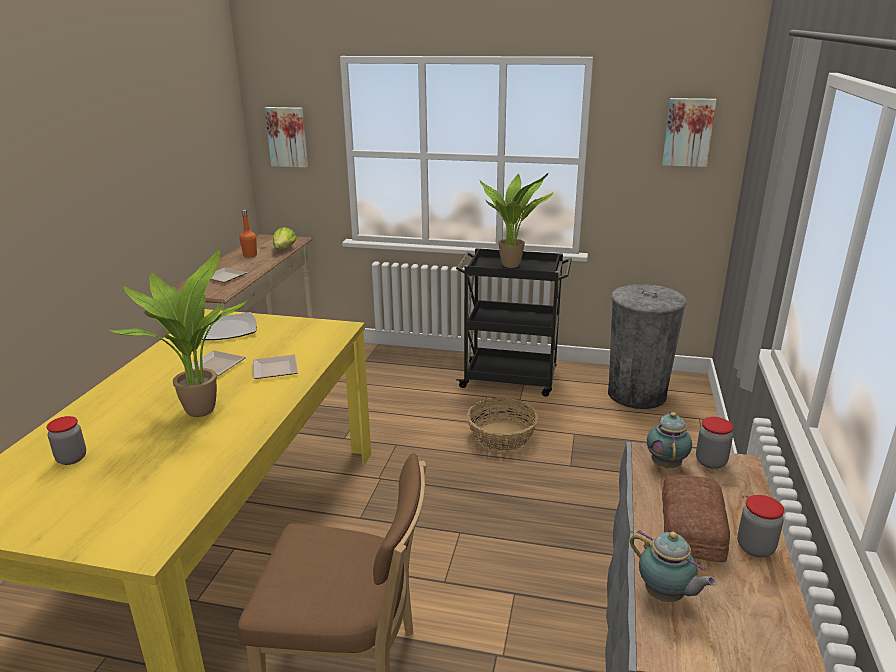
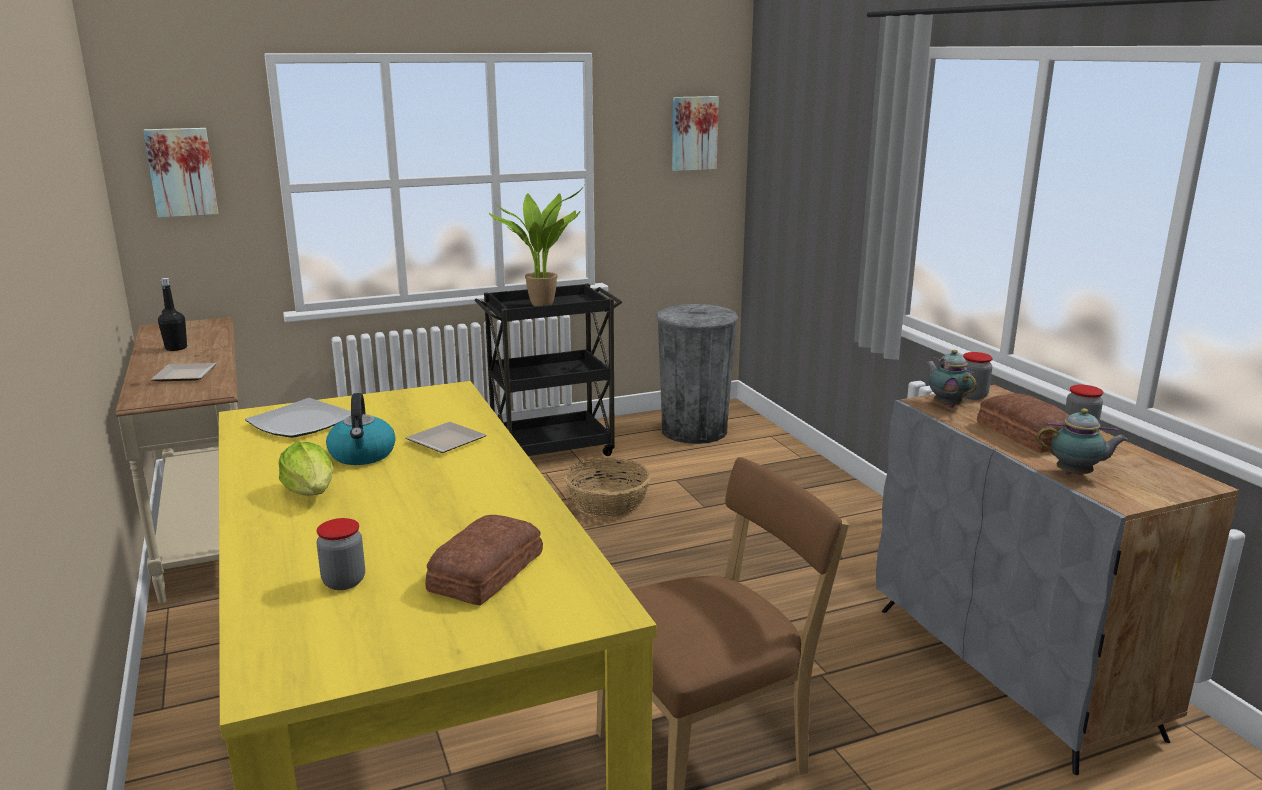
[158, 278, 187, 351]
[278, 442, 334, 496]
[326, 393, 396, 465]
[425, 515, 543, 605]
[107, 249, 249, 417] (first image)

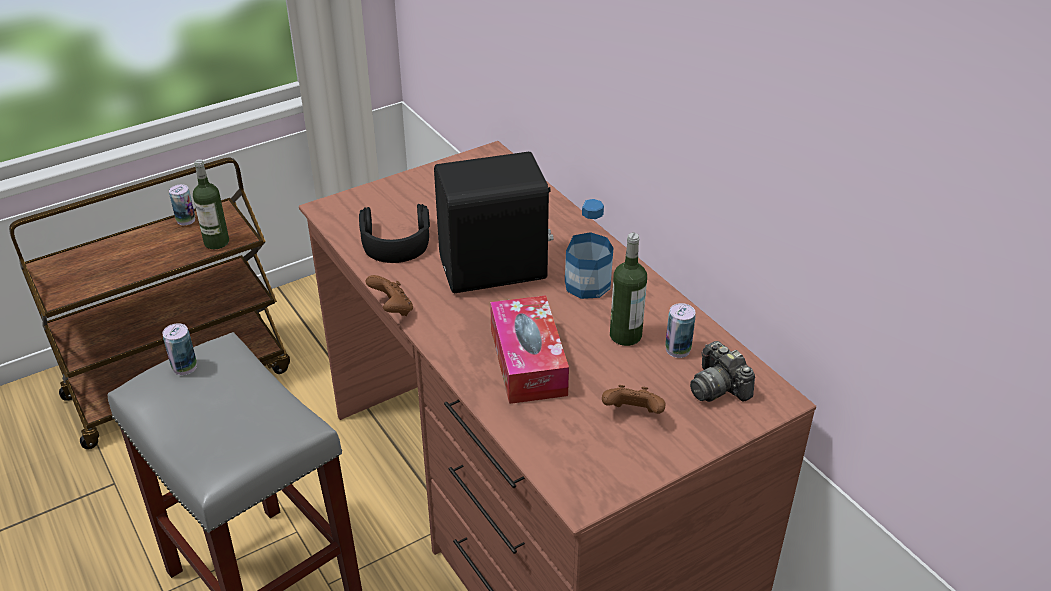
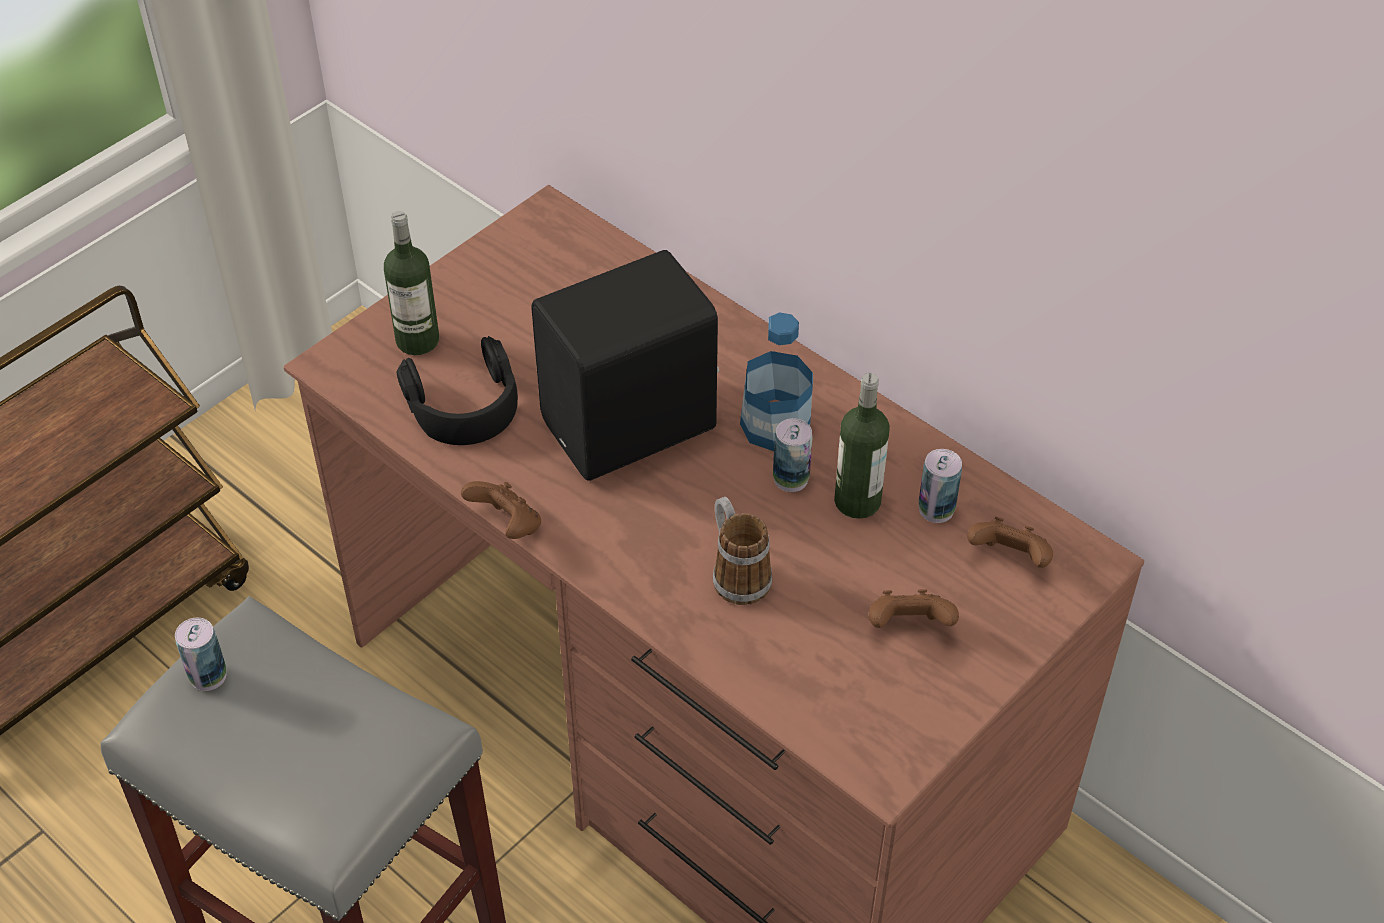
[384, 211, 439, 355]
[713, 497, 773, 605]
[773, 418, 813, 492]
[967, 517, 1053, 568]

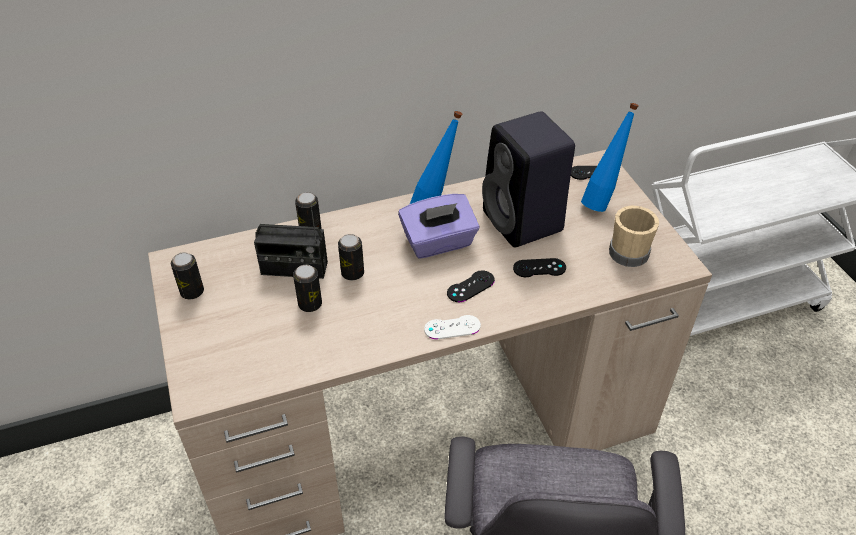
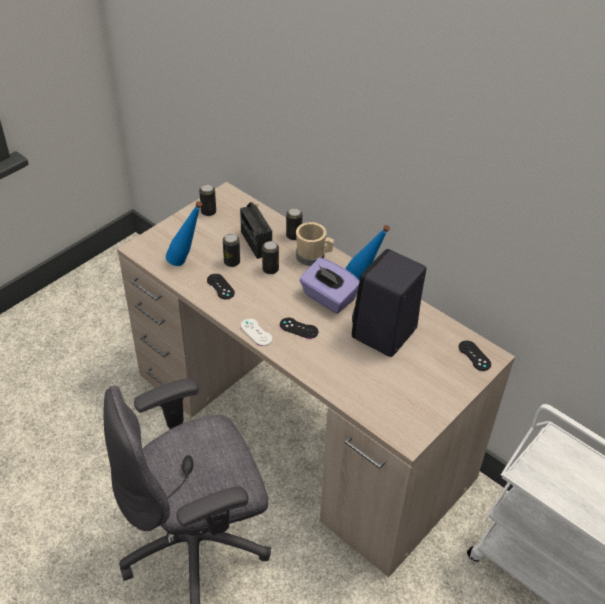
[166, 201, 202, 266]
[207, 274, 235, 299]
[296, 222, 334, 266]

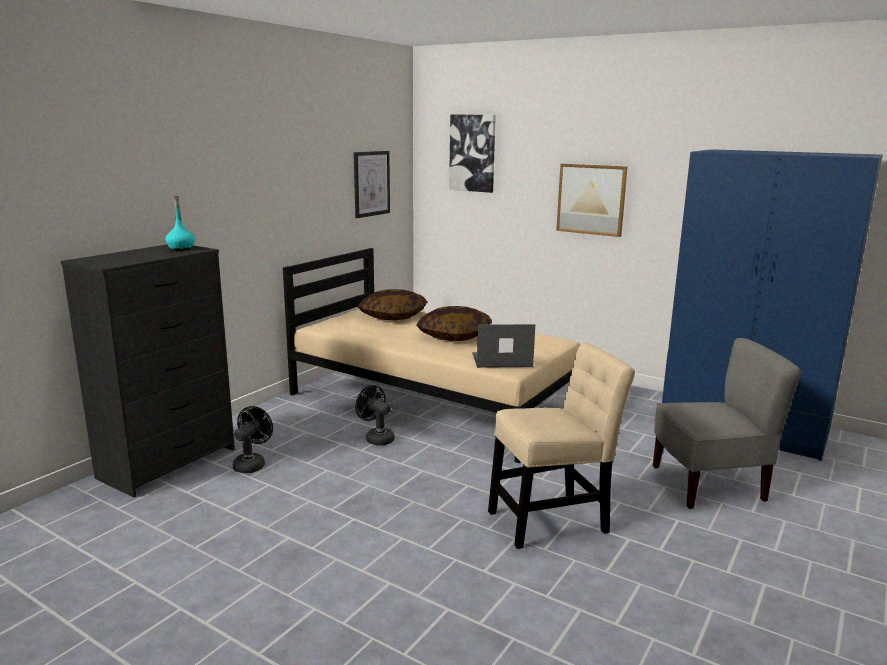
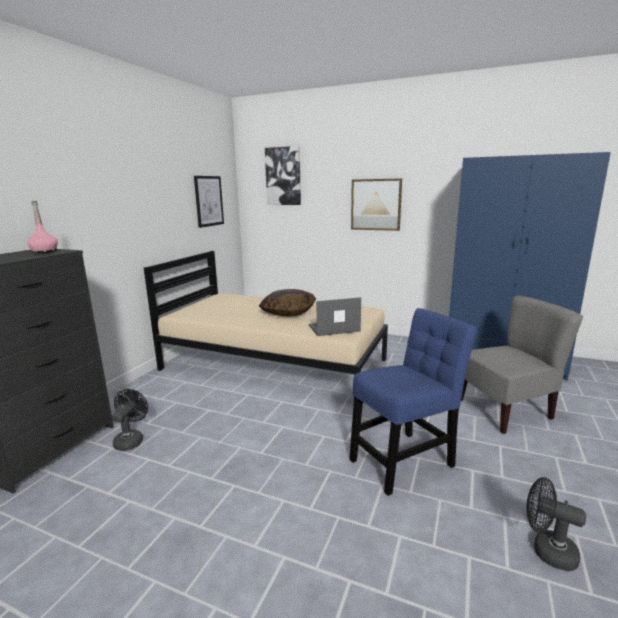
[27, 201, 58, 253]
[349, 308, 477, 496]
[526, 477, 586, 571]
[358, 289, 427, 320] (first image)

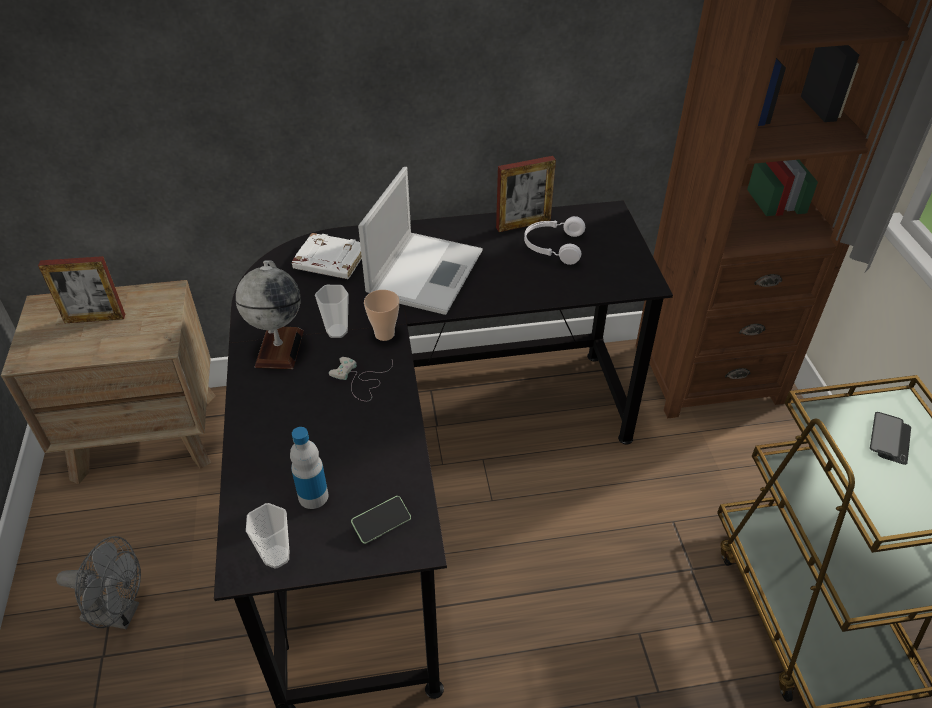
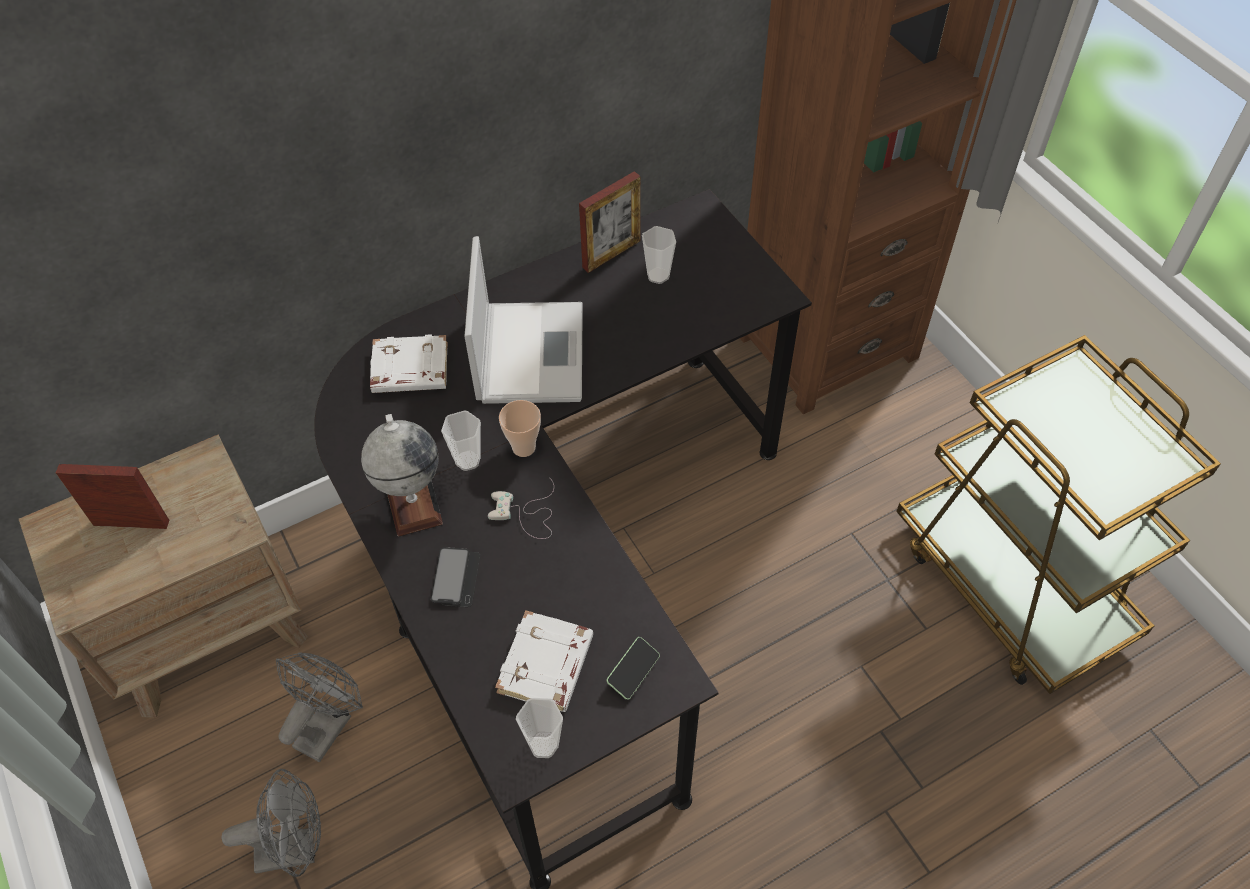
[56, 464, 169, 529]
[276, 652, 363, 762]
[430, 547, 480, 607]
[495, 610, 593, 712]
[642, 226, 676, 284]

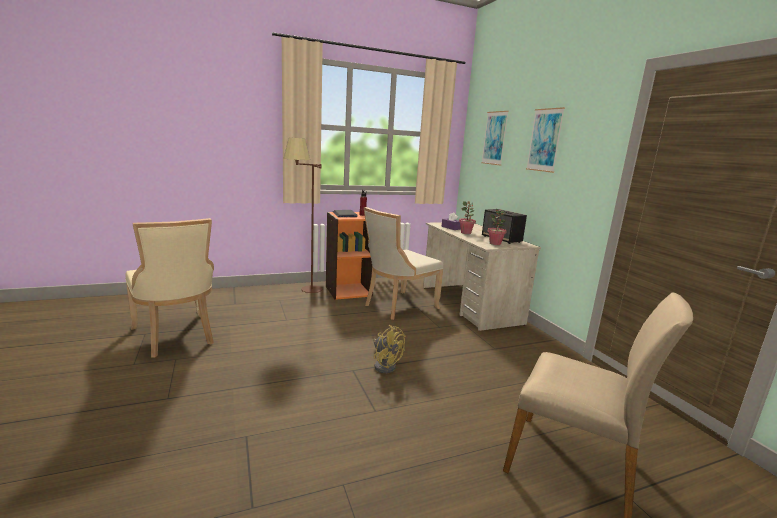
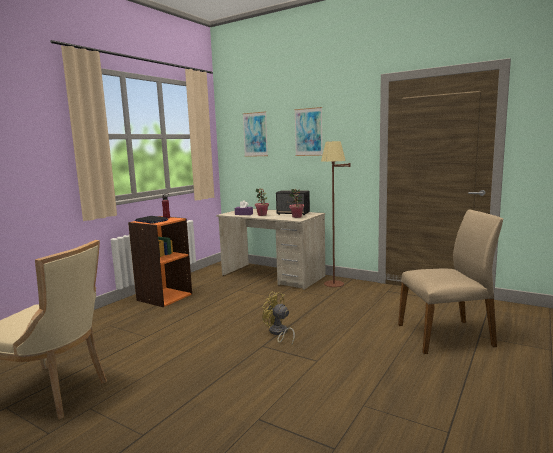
[262, 292, 295, 345]
[321, 141, 350, 287]
[364, 207, 443, 320] (first image)

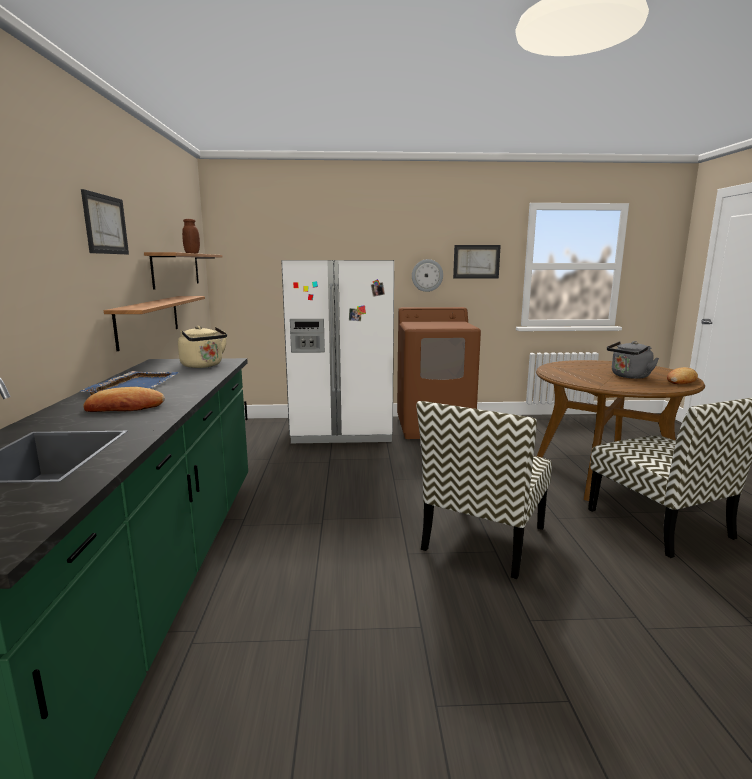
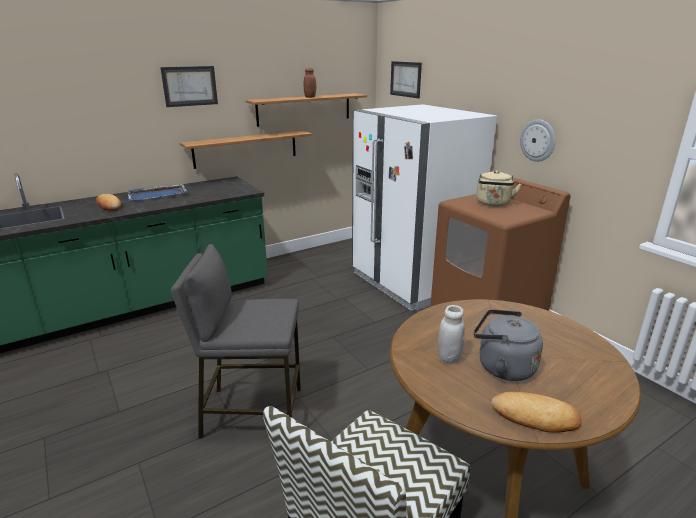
[171, 244, 301, 439]
[390, 61, 422, 98]
[438, 305, 465, 364]
[476, 170, 522, 207]

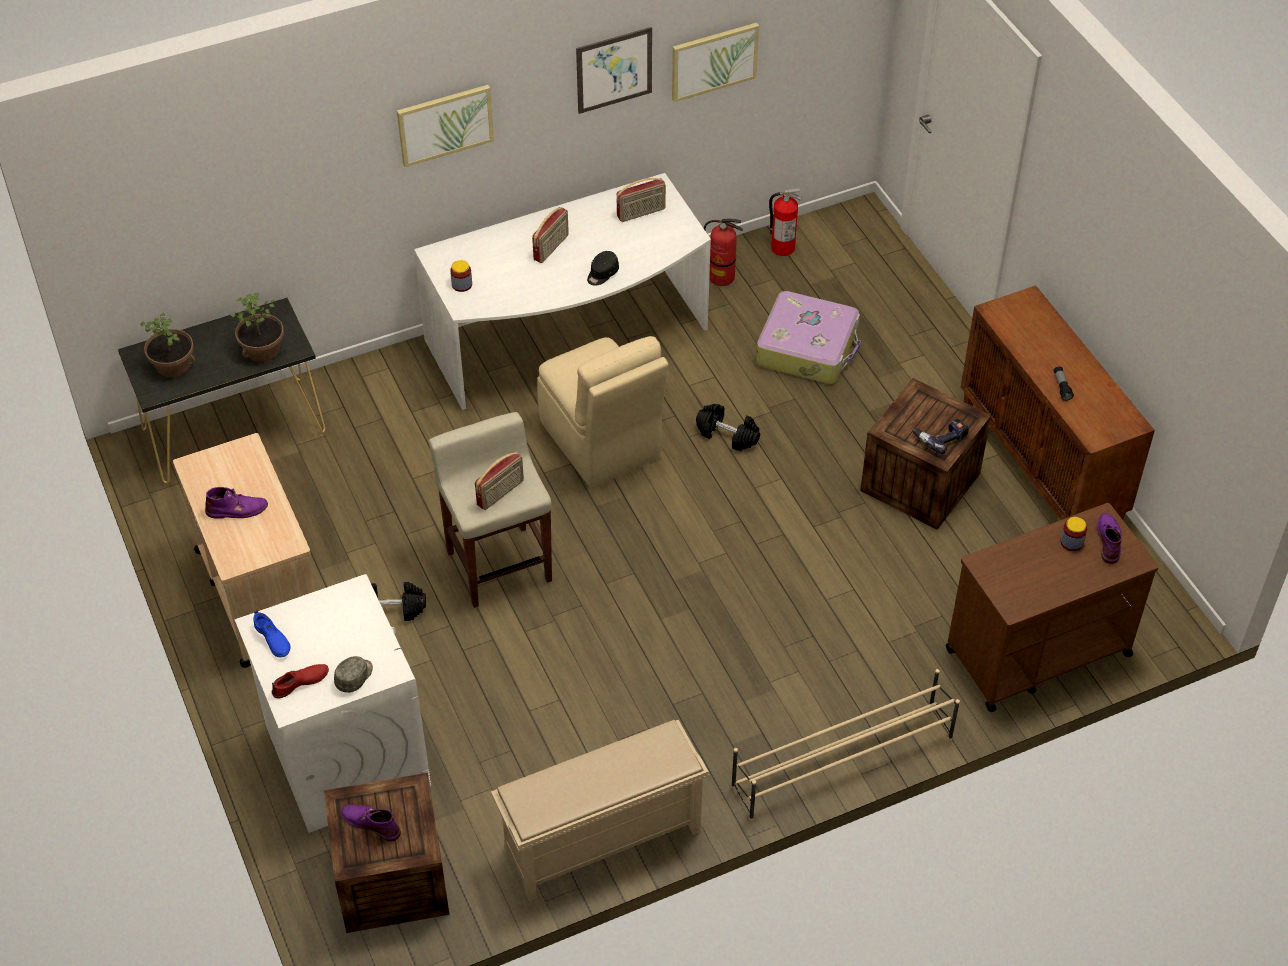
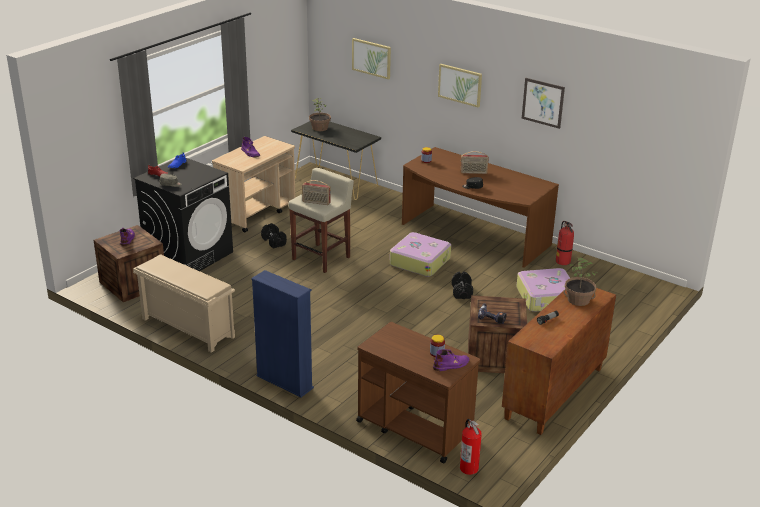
[133, 157, 233, 271]
[251, 270, 314, 397]
[352, 38, 391, 80]
[390, 232, 451, 277]
[402, 147, 559, 268]
[460, 419, 482, 475]
[564, 258, 597, 306]
[616, 178, 666, 222] (first image)

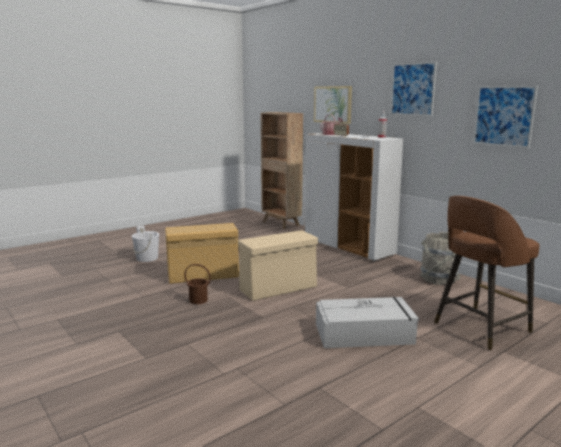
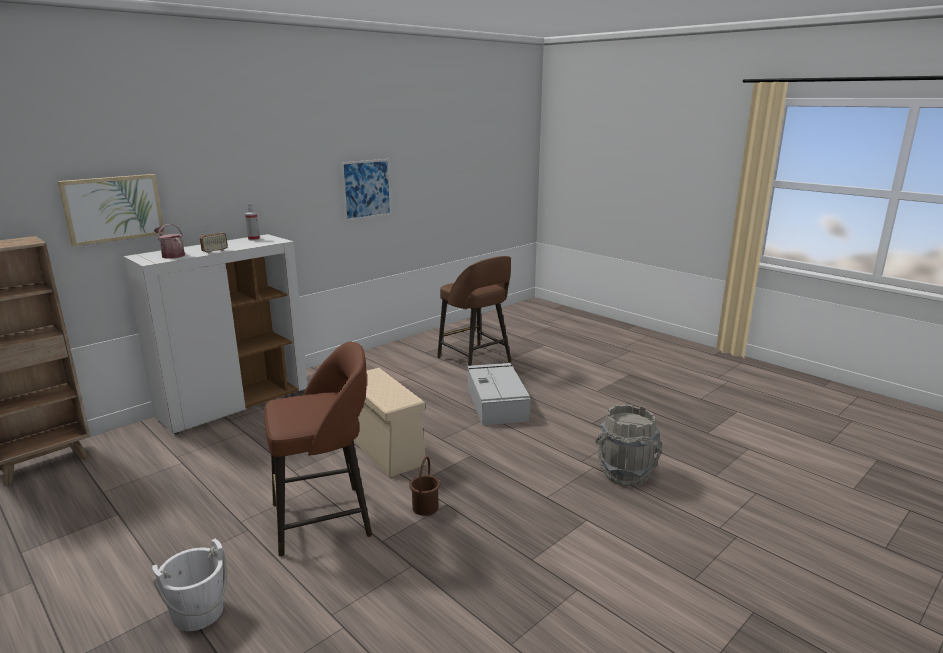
[264, 342, 372, 557]
[595, 404, 662, 486]
[390, 62, 437, 116] (first image)

